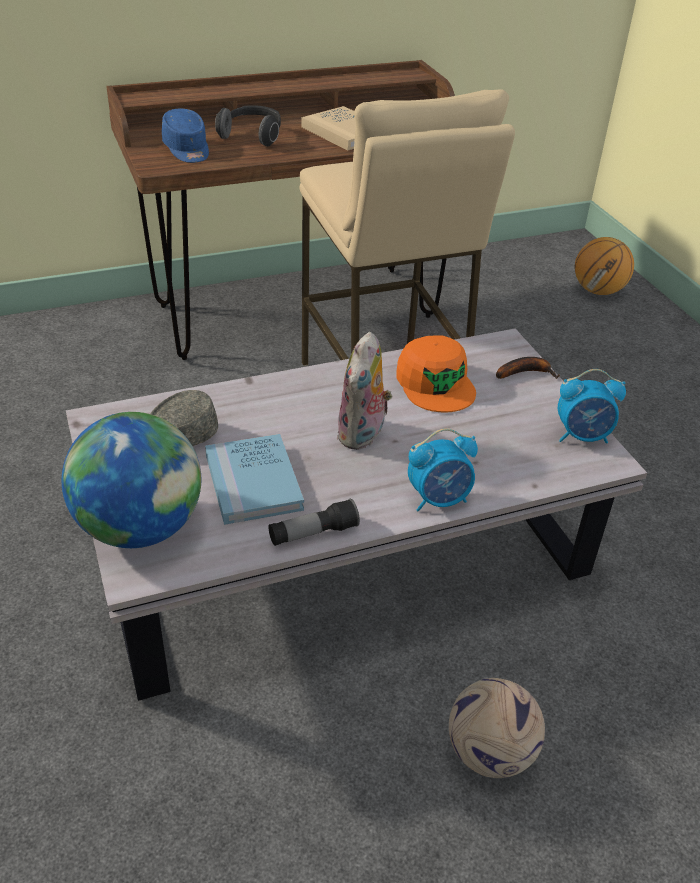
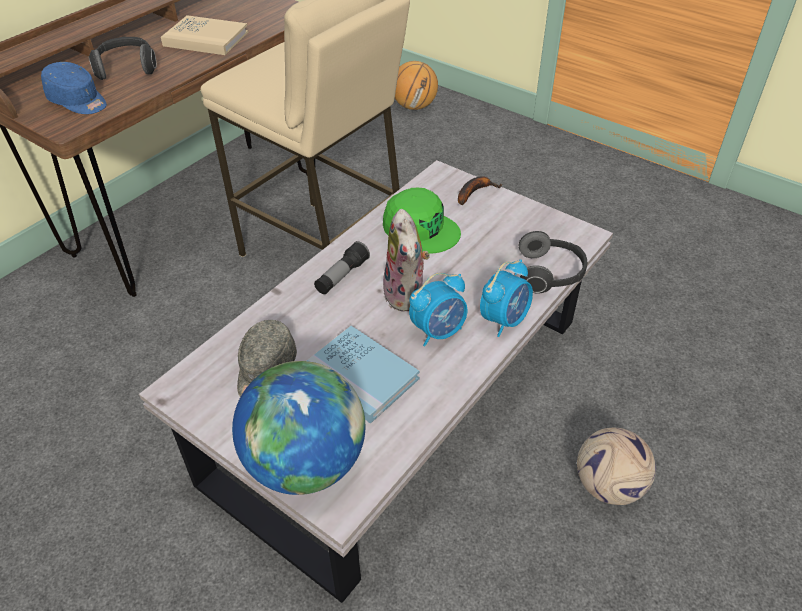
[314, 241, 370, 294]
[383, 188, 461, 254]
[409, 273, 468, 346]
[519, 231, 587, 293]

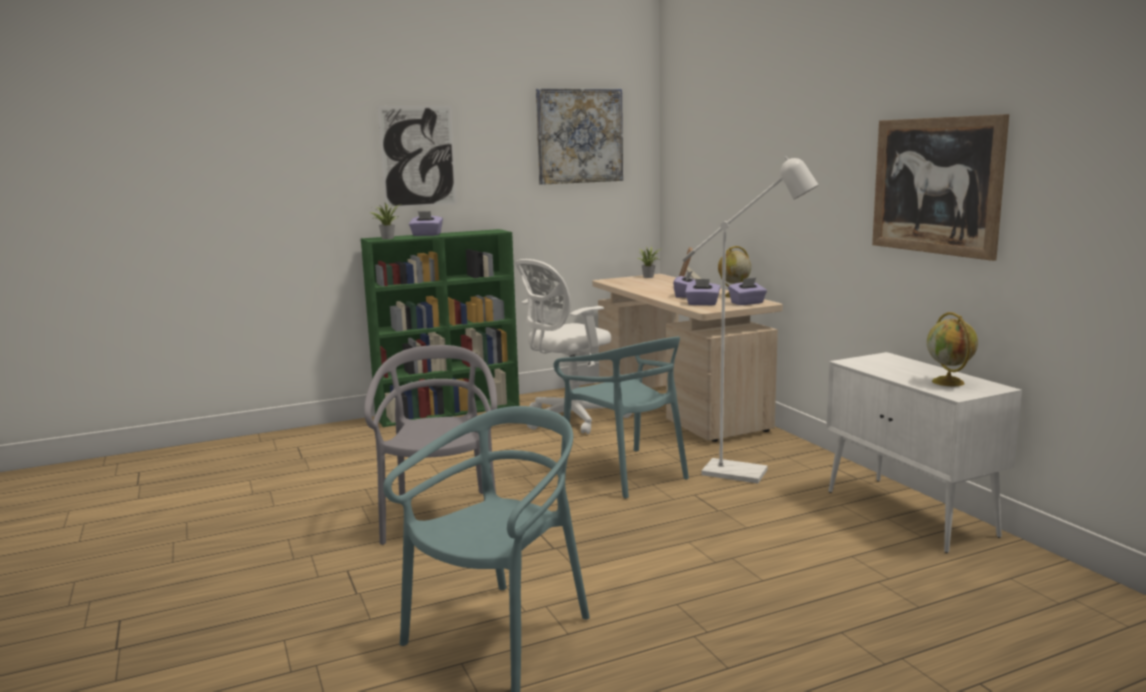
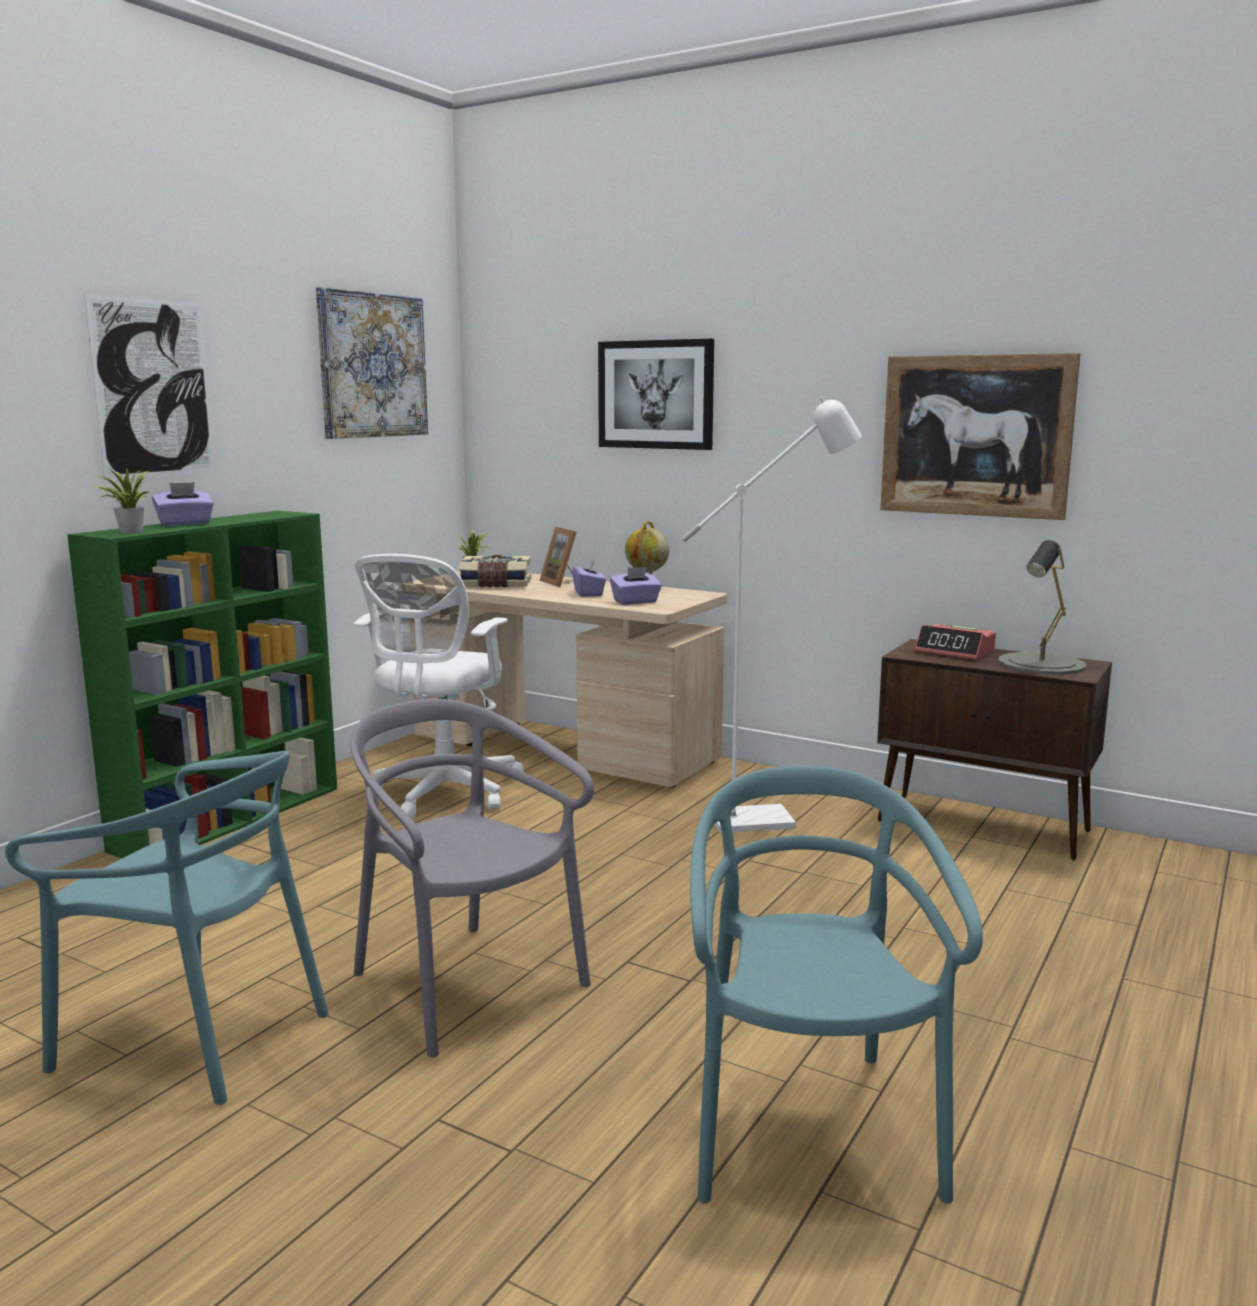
[5, 751, 329, 1105]
[459, 555, 531, 588]
[598, 339, 714, 450]
[877, 639, 1112, 860]
[915, 624, 996, 660]
[998, 540, 1086, 674]
[728, 278, 767, 305] (first image)

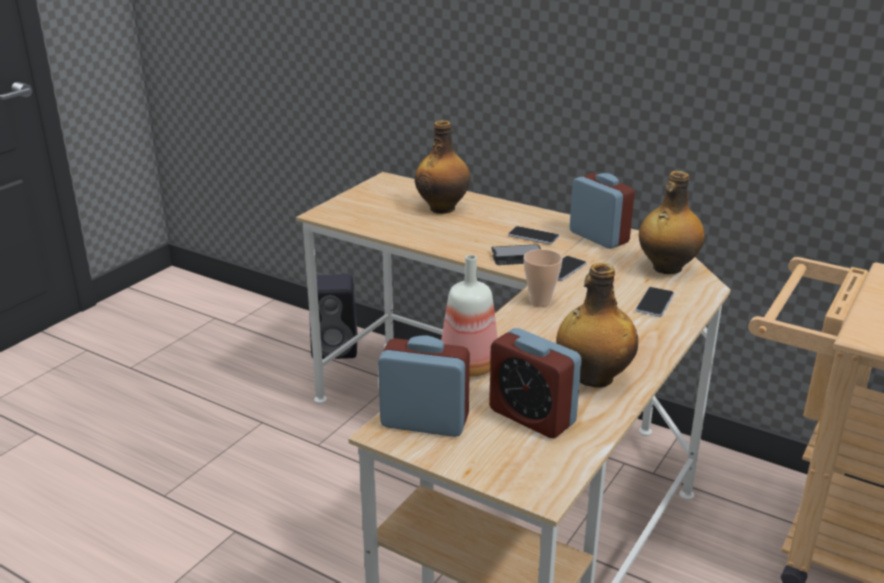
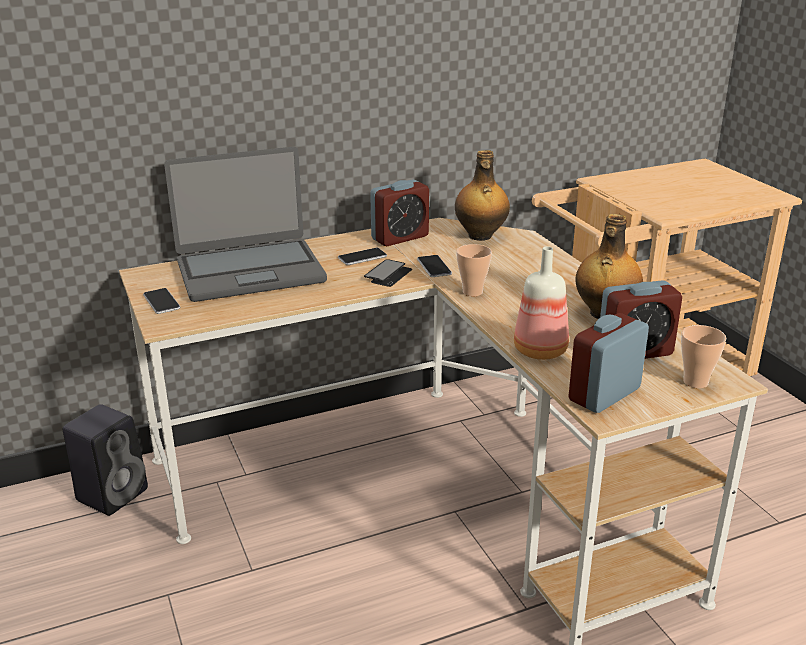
[143, 288, 180, 314]
[164, 147, 327, 302]
[370, 180, 429, 246]
[681, 325, 726, 388]

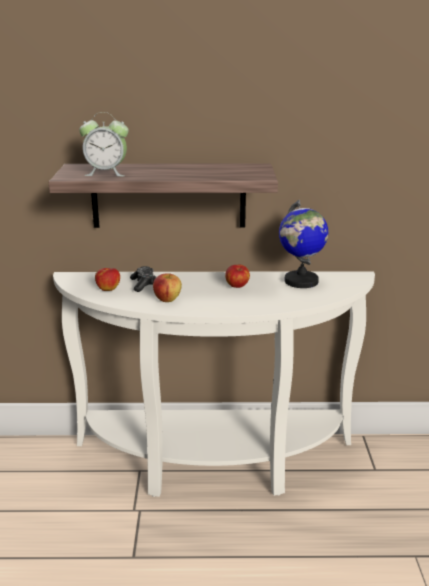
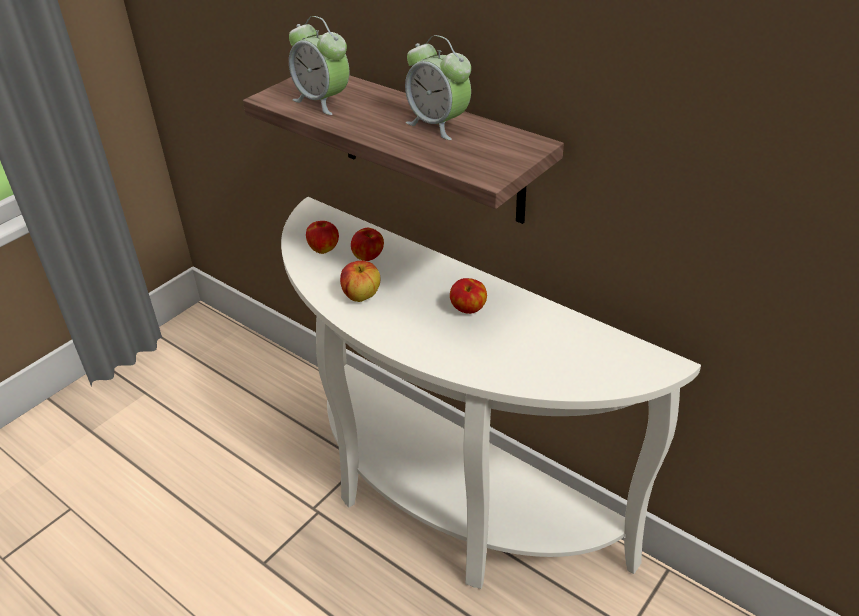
[351, 228, 384, 261]
[405, 35, 471, 140]
[279, 200, 328, 288] (first image)

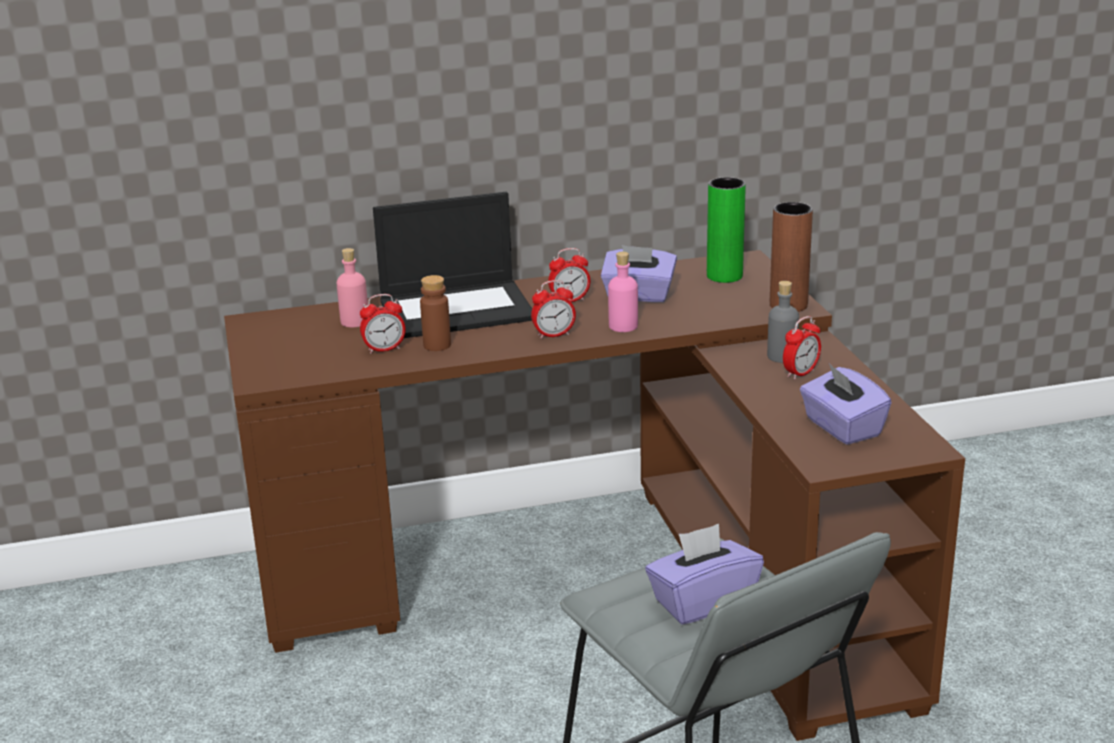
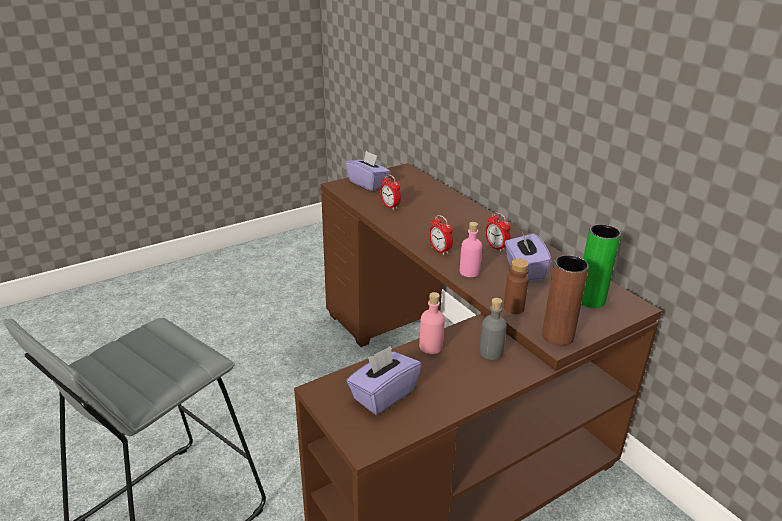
[346, 151, 391, 191]
[419, 292, 445, 354]
[503, 259, 529, 314]
[373, 192, 532, 338] (first image)
[783, 316, 821, 380] (first image)

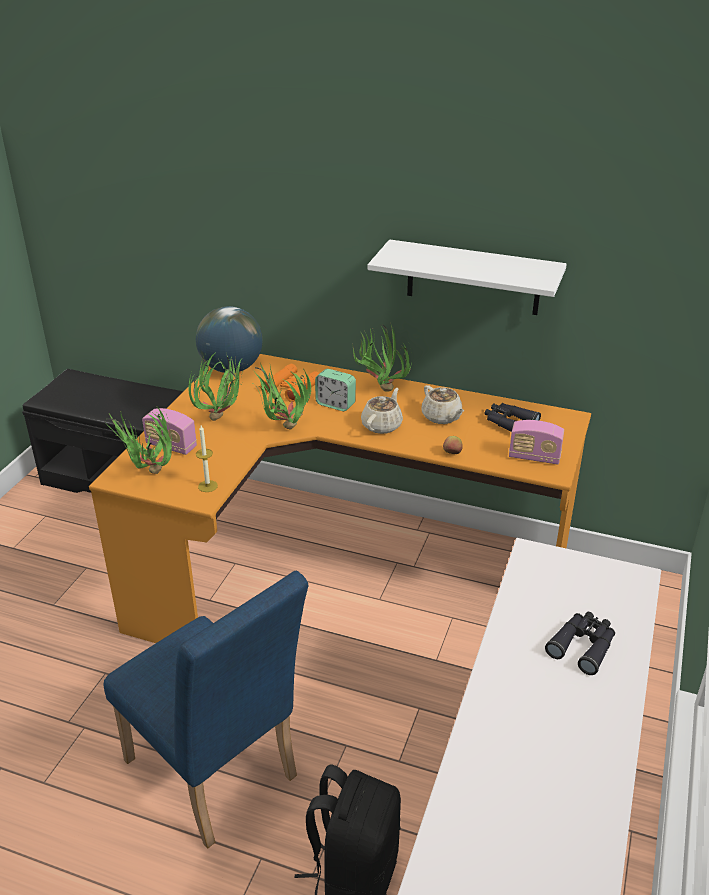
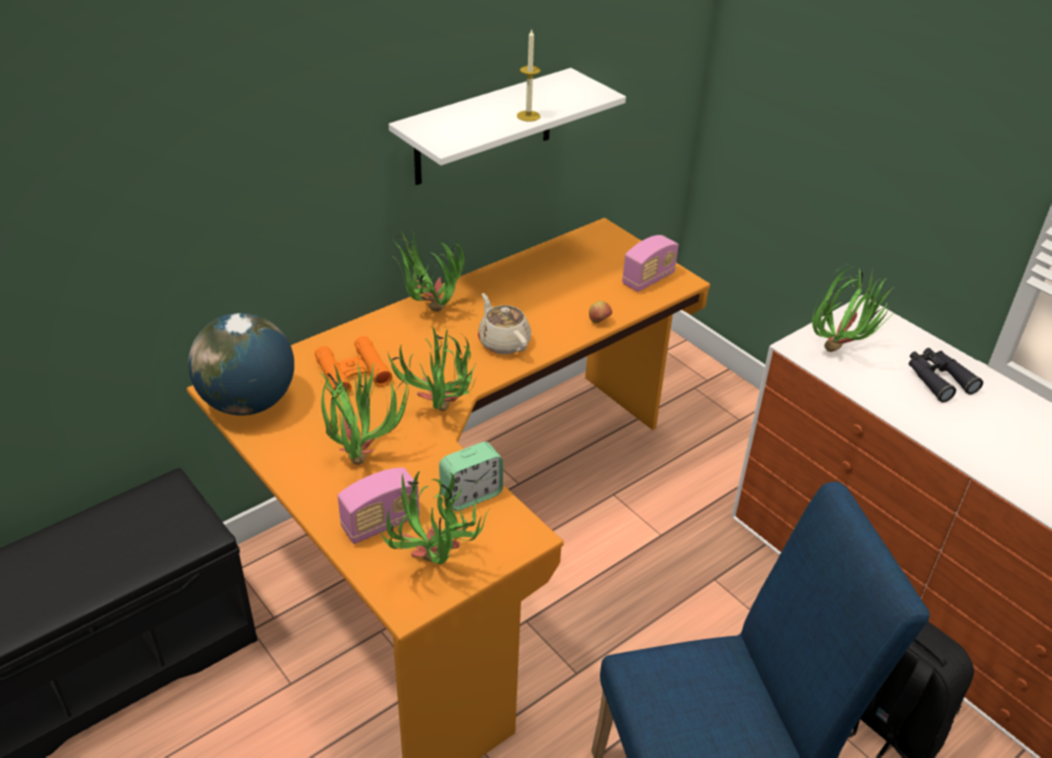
[439, 442, 503, 511]
[517, 28, 541, 121]
[812, 266, 893, 352]
[422, 385, 464, 424] (first image)
[485, 403, 541, 432] (first image)

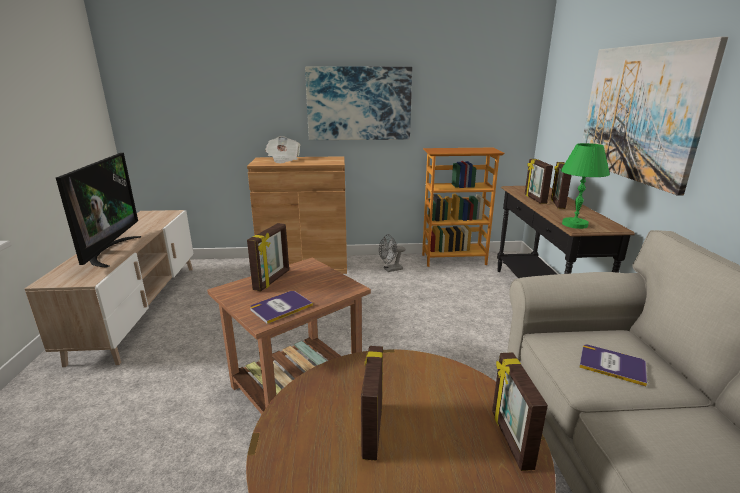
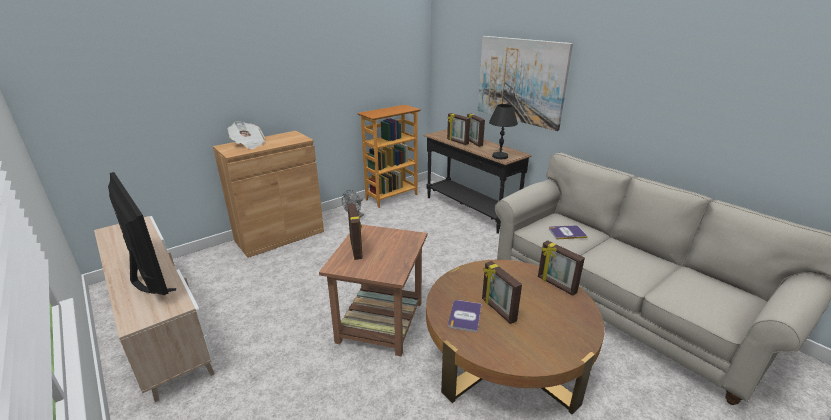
[448, 300, 482, 332]
[489, 104, 518, 159]
[305, 67, 412, 140] (first image)

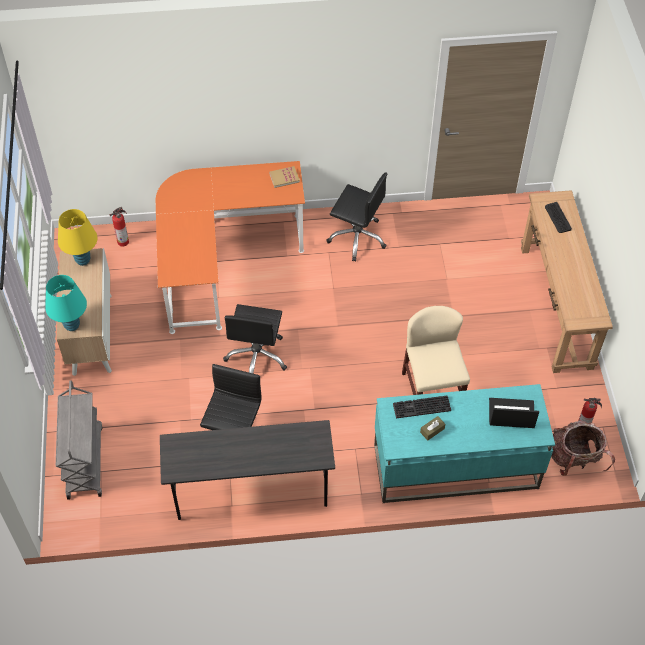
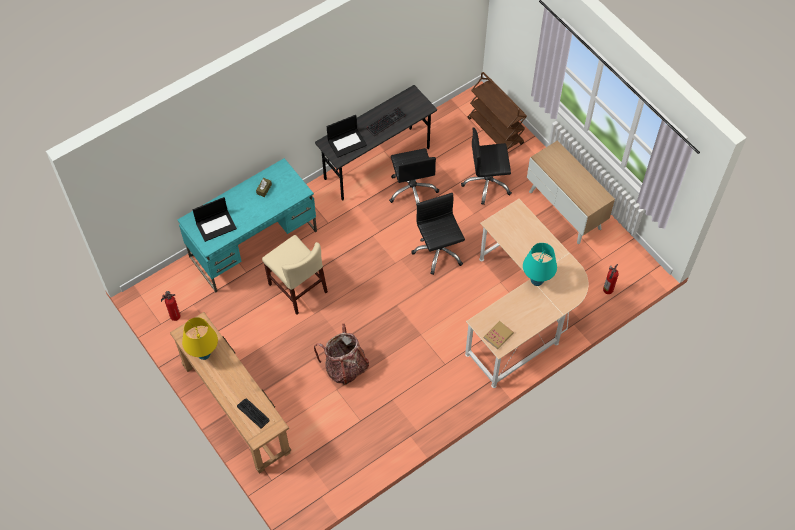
[182, 317, 218, 360]
[314, 324, 369, 385]
[327, 115, 367, 158]
[366, 107, 406, 136]
[461, 128, 512, 205]
[465, 199, 588, 388]
[468, 72, 527, 150]
[523, 243, 557, 286]

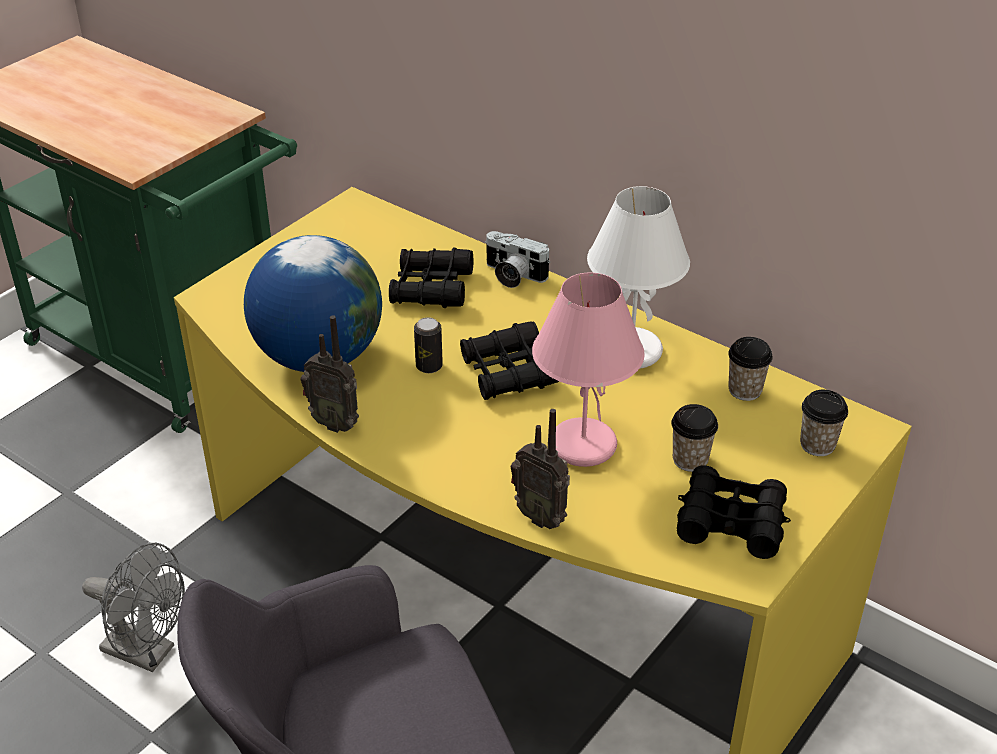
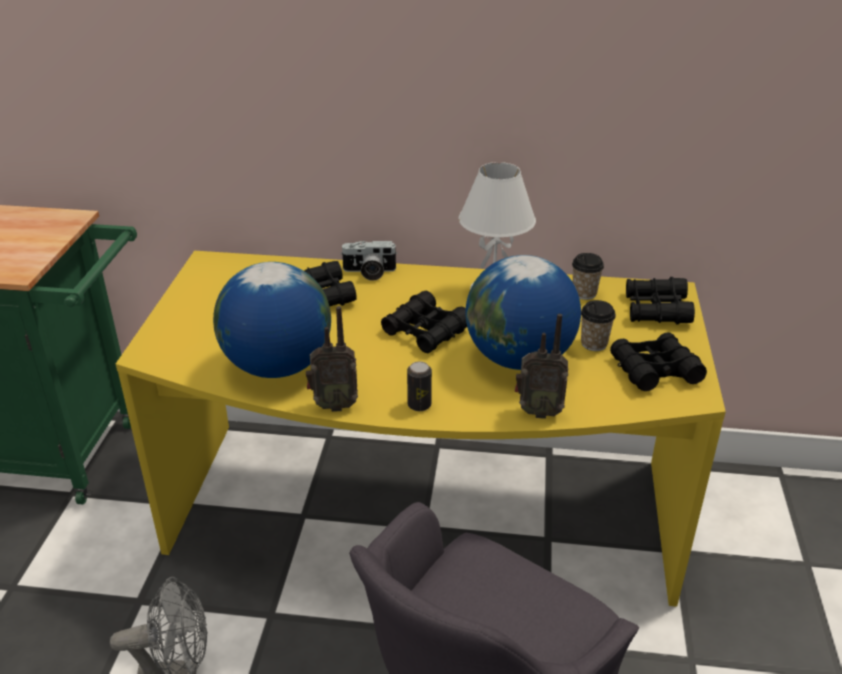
[407, 361, 432, 411]
[466, 255, 581, 370]
[626, 277, 695, 325]

